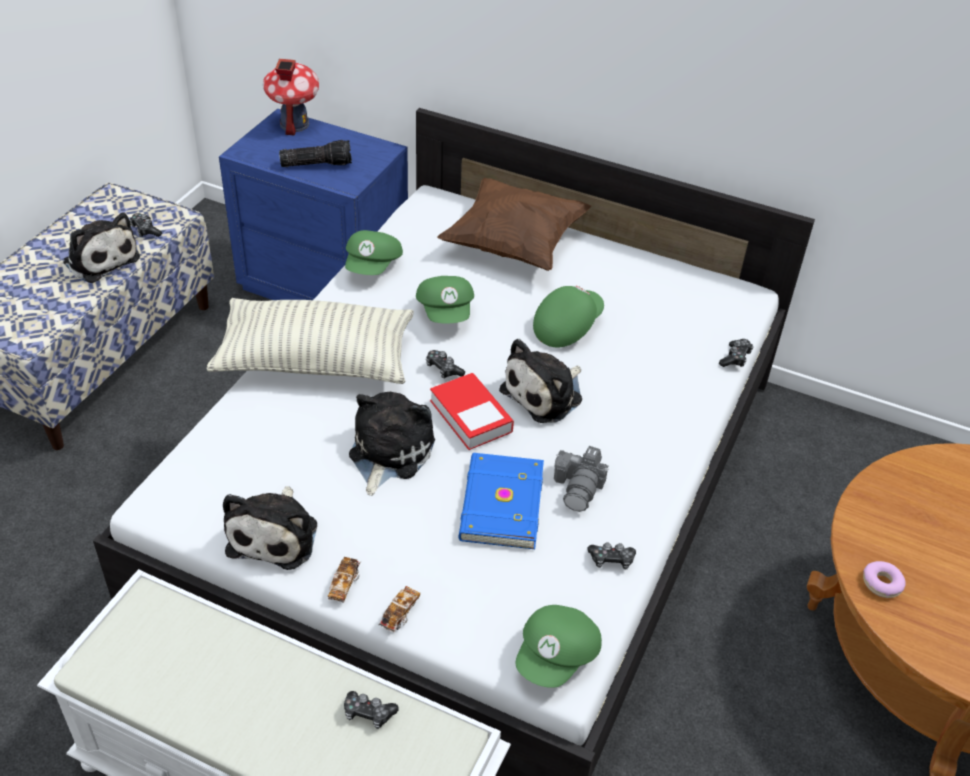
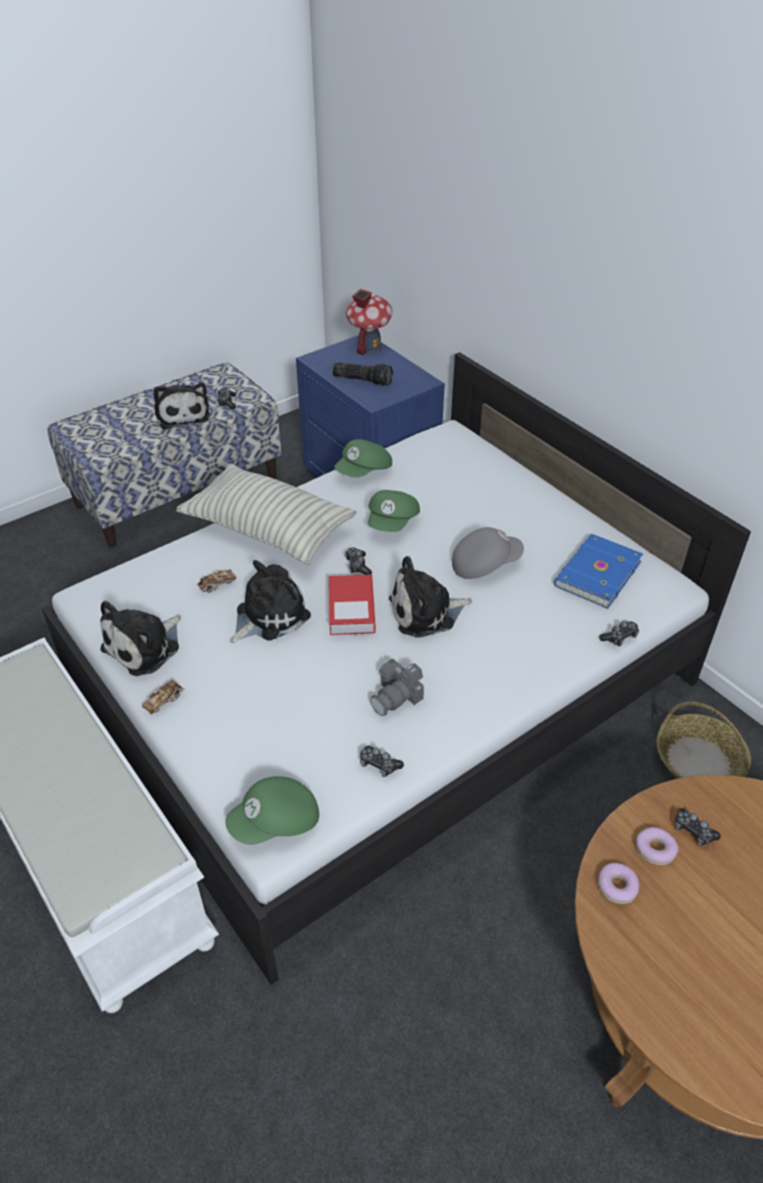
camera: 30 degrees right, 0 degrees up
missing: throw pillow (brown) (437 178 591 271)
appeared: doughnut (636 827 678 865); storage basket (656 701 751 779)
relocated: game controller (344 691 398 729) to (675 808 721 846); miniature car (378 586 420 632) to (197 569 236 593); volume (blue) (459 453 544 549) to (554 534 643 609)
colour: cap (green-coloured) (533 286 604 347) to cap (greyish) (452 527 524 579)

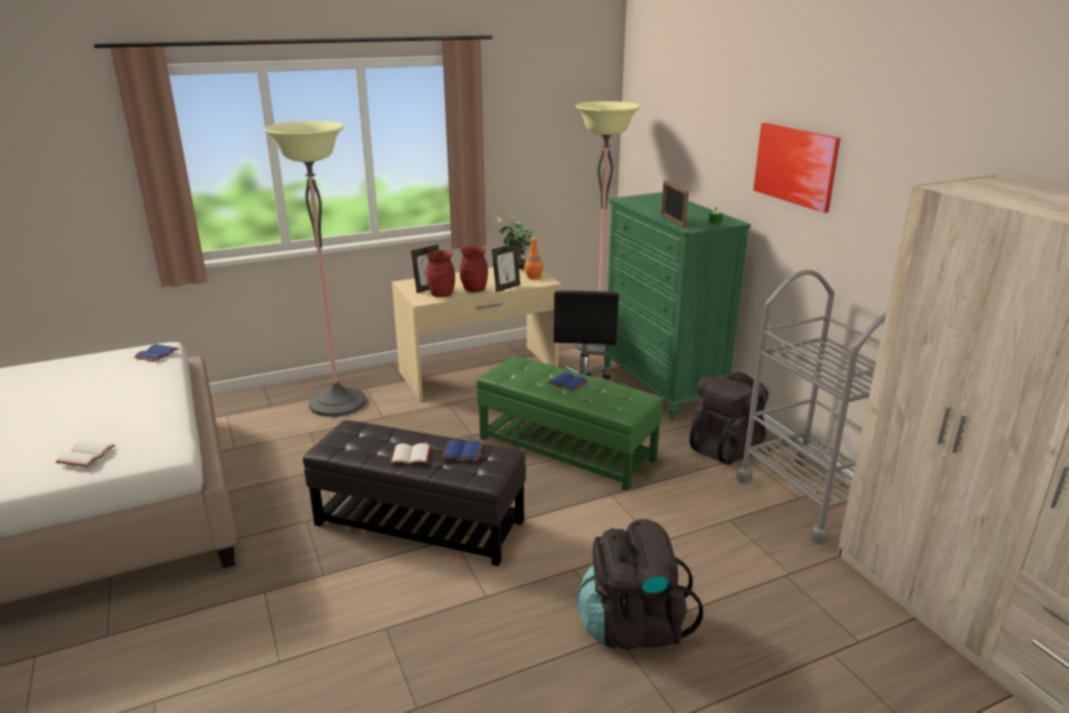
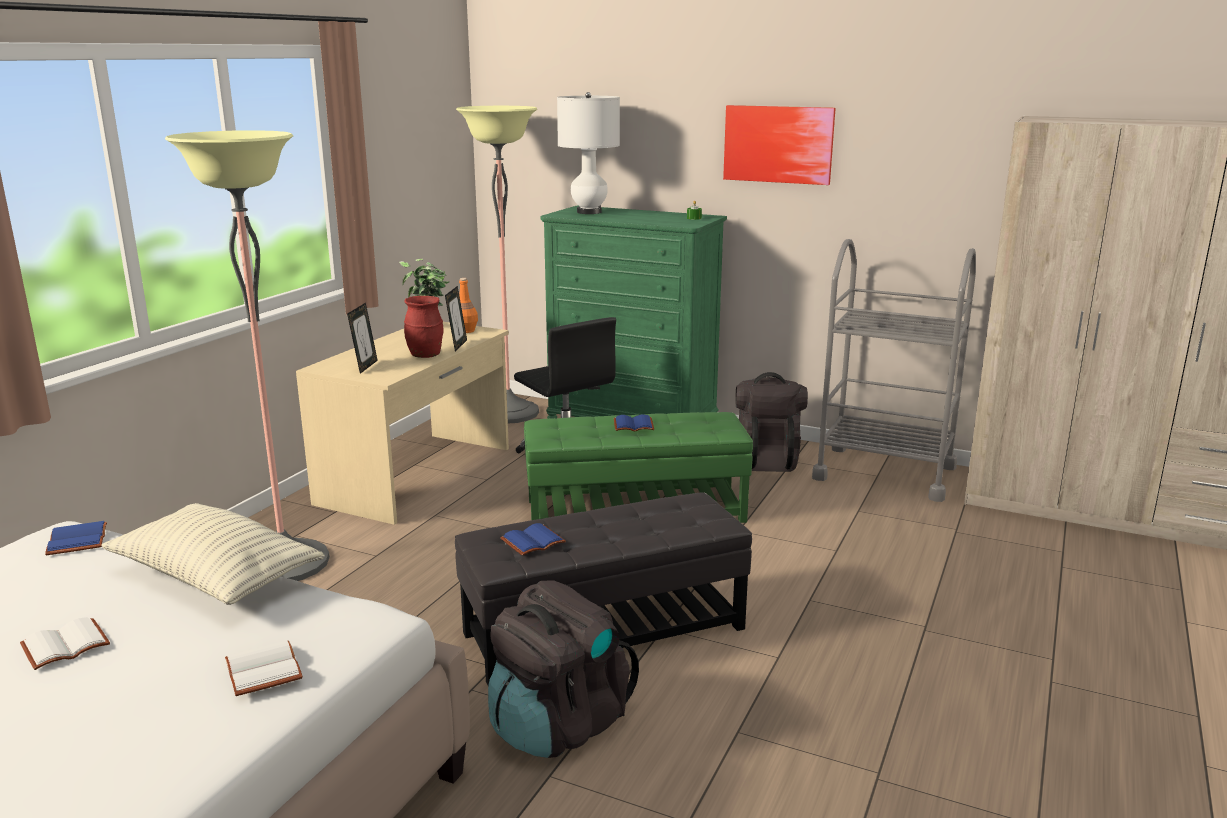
camera: 40 degrees left, 5 degrees down
missing: flower vase (reddish) (426 250 455 297); standing frame (661 180 689 228)
appeared: throw pillow (101 503 325 605); table lamp (whitish) (557 92 620 214)
relocated: volume (whitish) (390 443 431 465) to (20 617 110 670); volume (blue) (441 439 483 461) to (501 523 566 556); rucksack (black-coloured) (577 519 703 650) to (488 580 639 758)

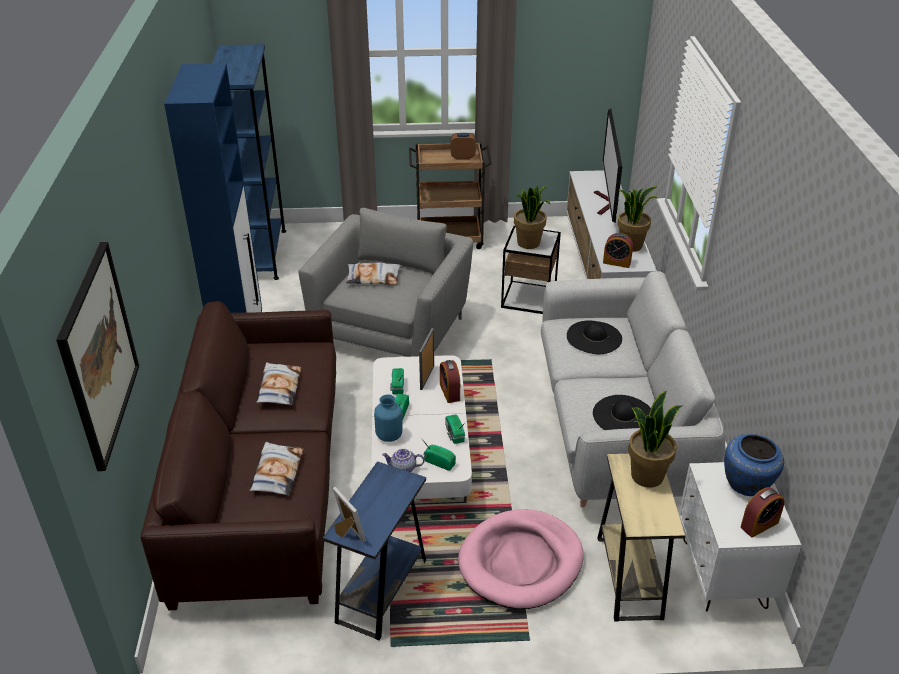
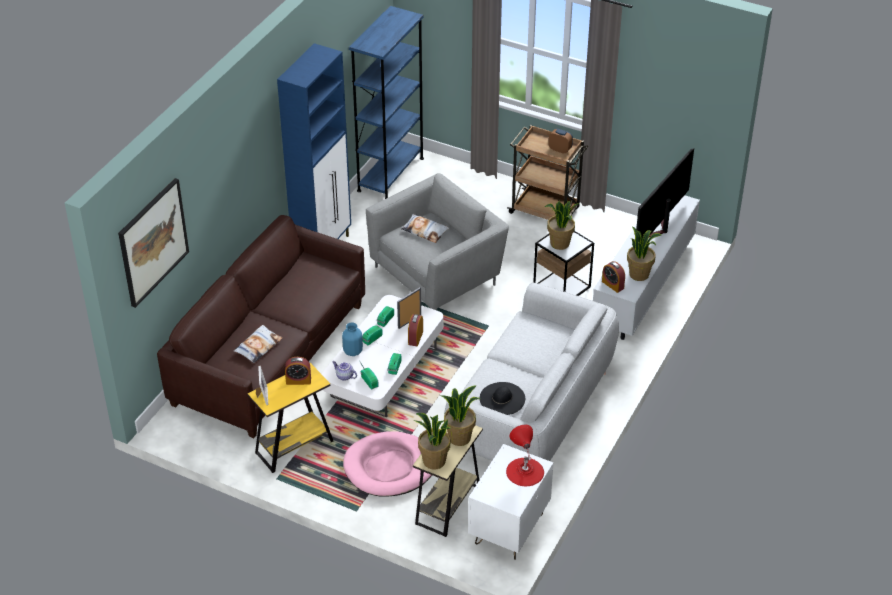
camera: 30 degrees right, 5 degrees up
missing: throw pillow (256 362 301 405); clothing hat (black-coloured) (567 321 622 354)
appeared: houseplant (414 413 451 469)
relocated: table clock (741 487 785 538) to (285 357 311 385)
exchanged: flower vase (blue) (724 434 784 496) to table lamp (reddish) (506 425 544 486)
colour: accent table (blue) (323 461 426 640) to accent table (yellow-coloured) (247 363 333 473)

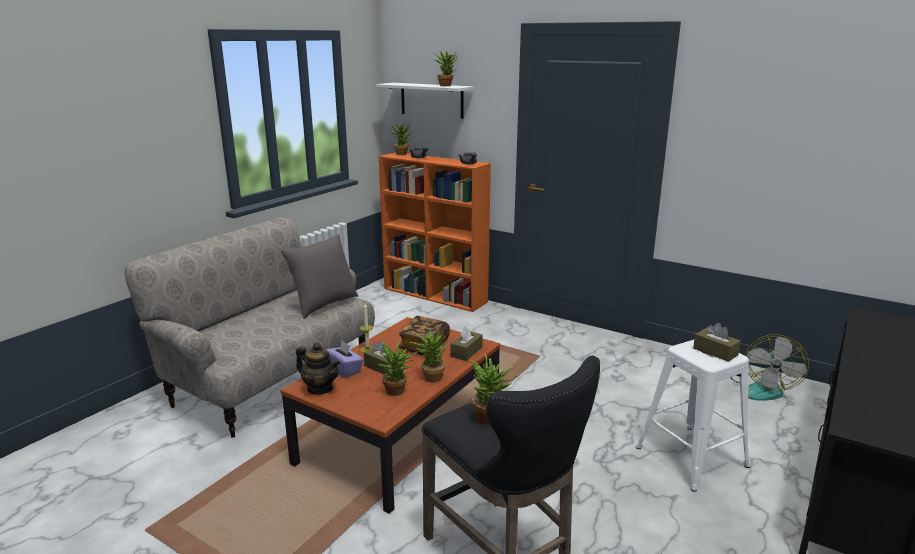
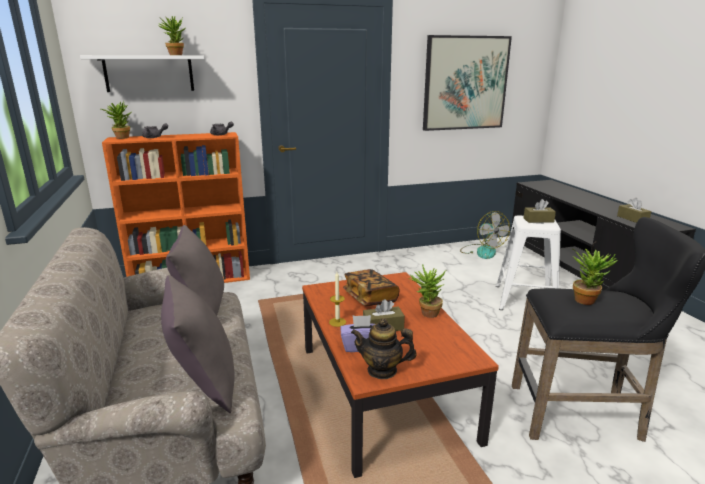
camera: 50 degrees left, 0 degrees up
missing: houseplant (377 340 417 396)
appeared: throw pillow (greyish) (161 275 234 413); wall picture (423 35 512 131)
relocated: tissue holder (brown) (450 326 483 361) to (617 198 652 223)
spun: tea pot (296 343 340 394) = (351 318 417 379) 150 degrees counterclockwise

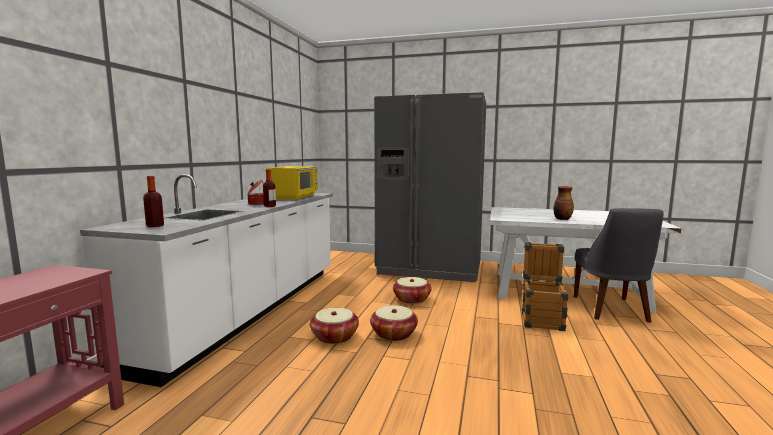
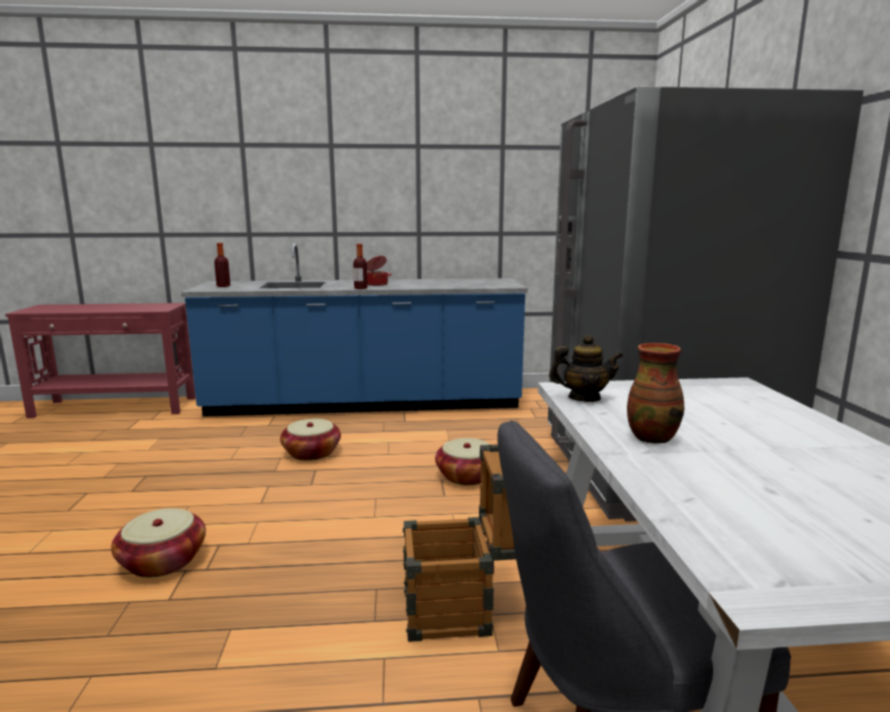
camera: 70 degrees right, 5 degrees up
missing: kitchen microwave (yellow-coloured) (266 166 318 200)
appeared: tea pot (549 335 623 402)
relocated: storage basket (370 305 418 341) to (111 508 206 578)
colour: kitchen counter (whitish) (80 174 333 387) to kitchen counter (blue) (181 243 528 417)

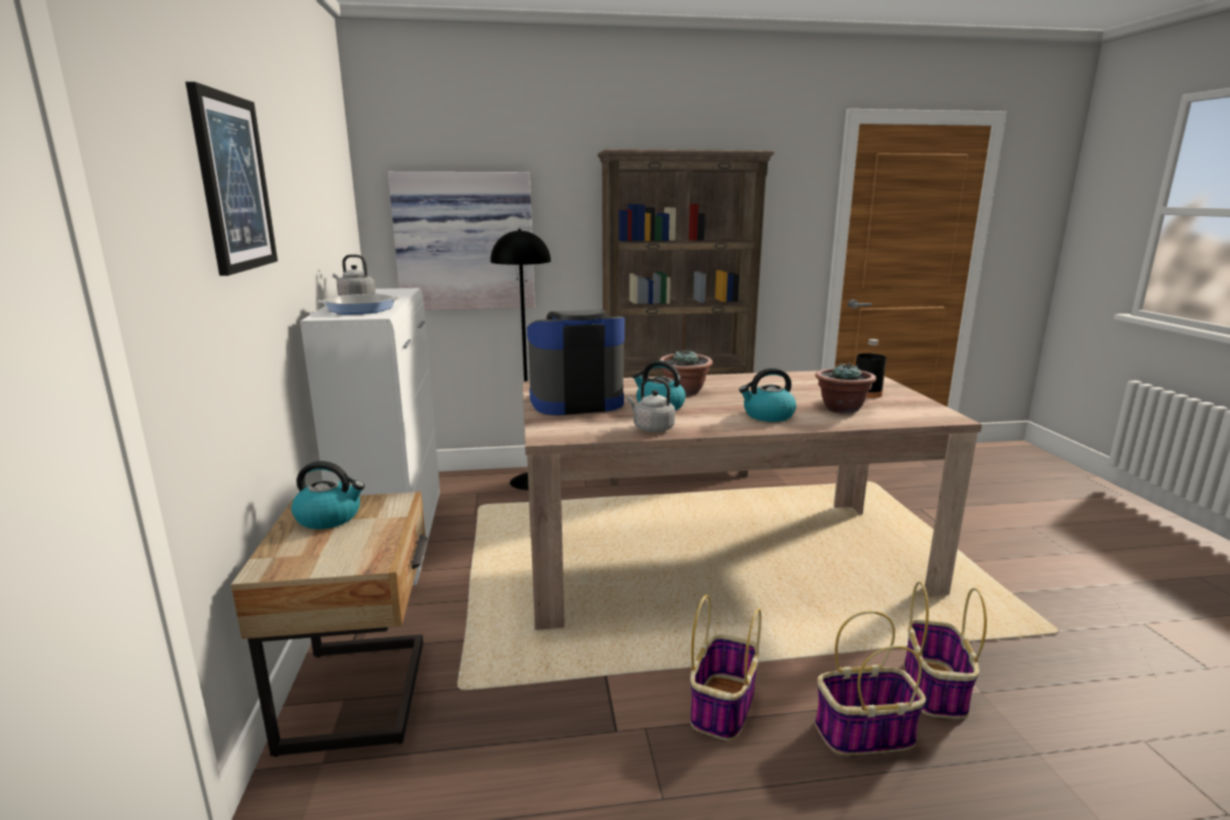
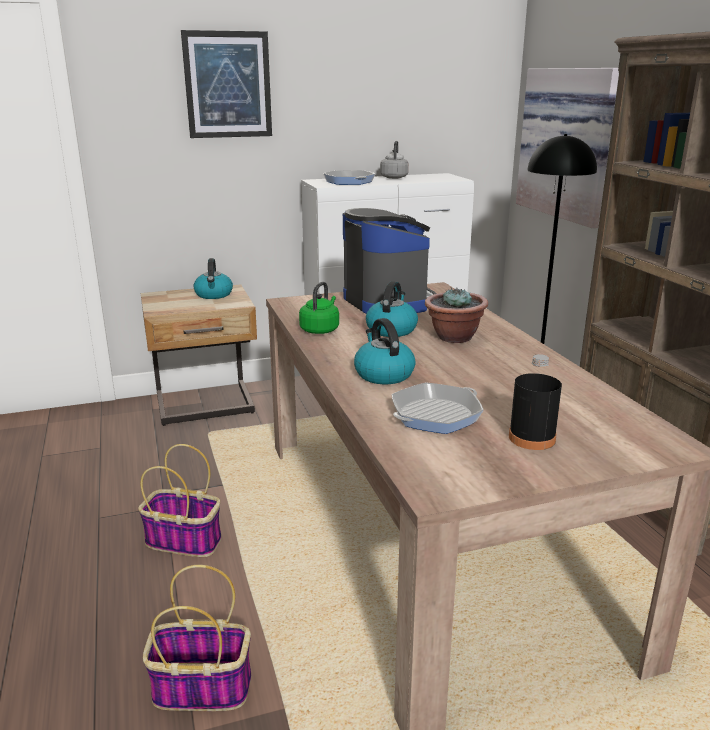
camera: 80 degrees right, 5 degrees up
missing: storage basket (815 611 926 755)
exchanged: houseplant (815 362 876 414) to skillet (392 382 484 434)
colour: tea kettle (greyish) (627 378 675 432) to tea kettle (green-coloured) (299 282 339 334)

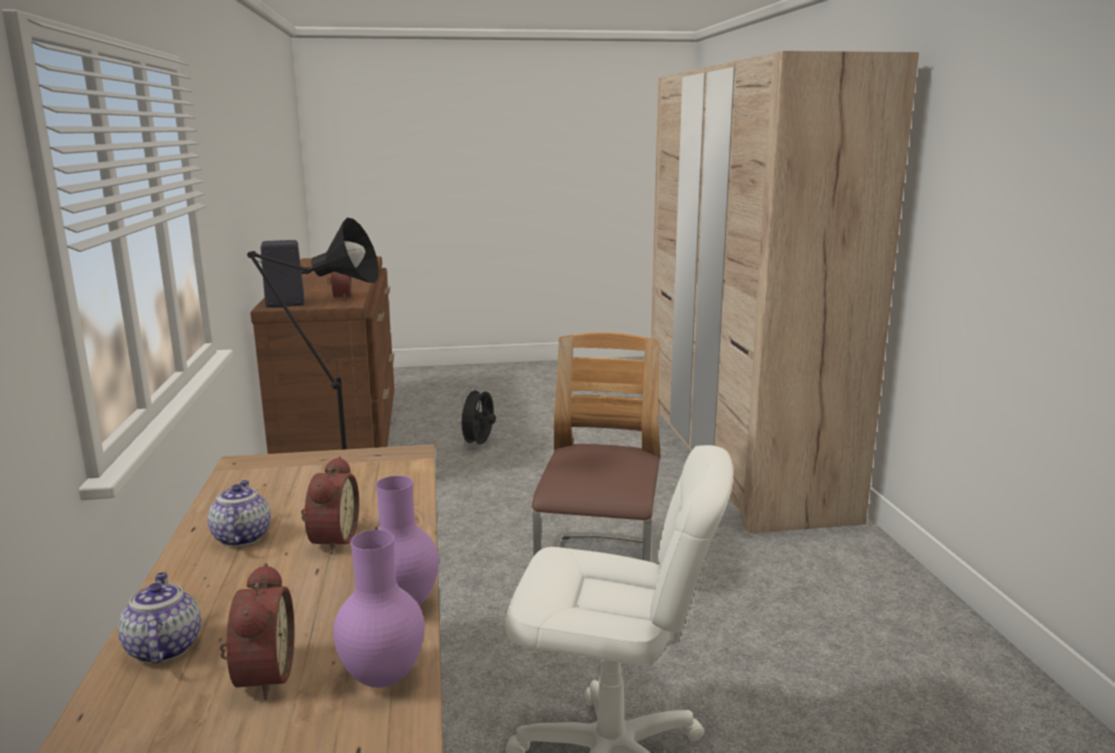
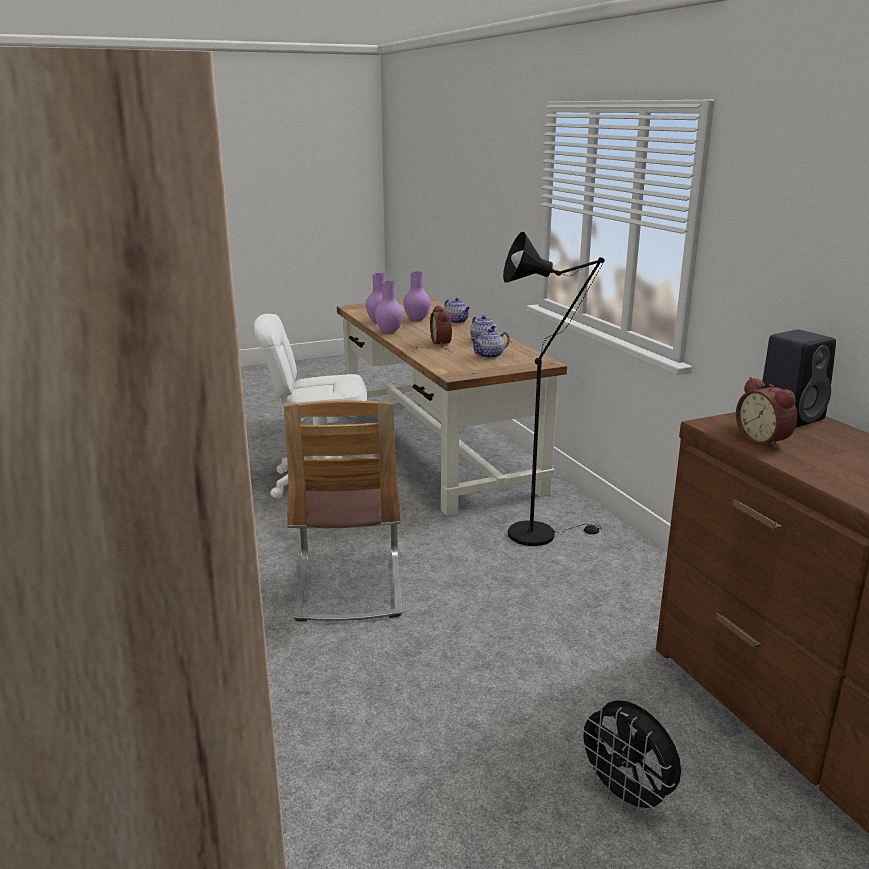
camera: 165 degrees right, 5 degrees up
appeared: tea pot (470 329 510 359)
exchanged: table clock (219 563 295 700) to flower vase (purple-coloured) (403 271 431 321)
spun: cooling fan (black-coloured) (457 387 496 447) = (575 700 681 816) 135 degrees clockwise

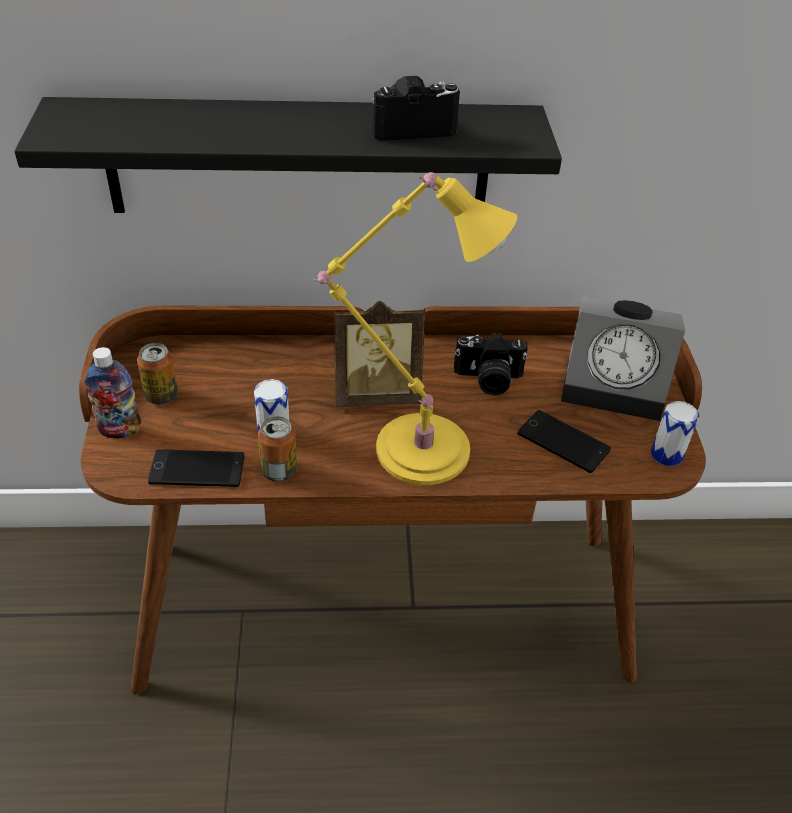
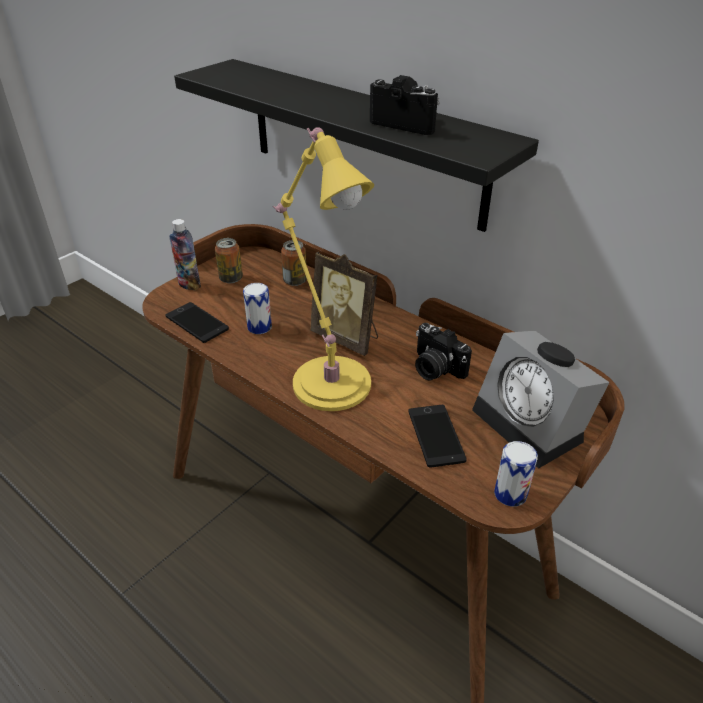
camera: 45 degrees right, 5 degrees down
relocated: can (258 416 297 482) to (281 240 307 286)

